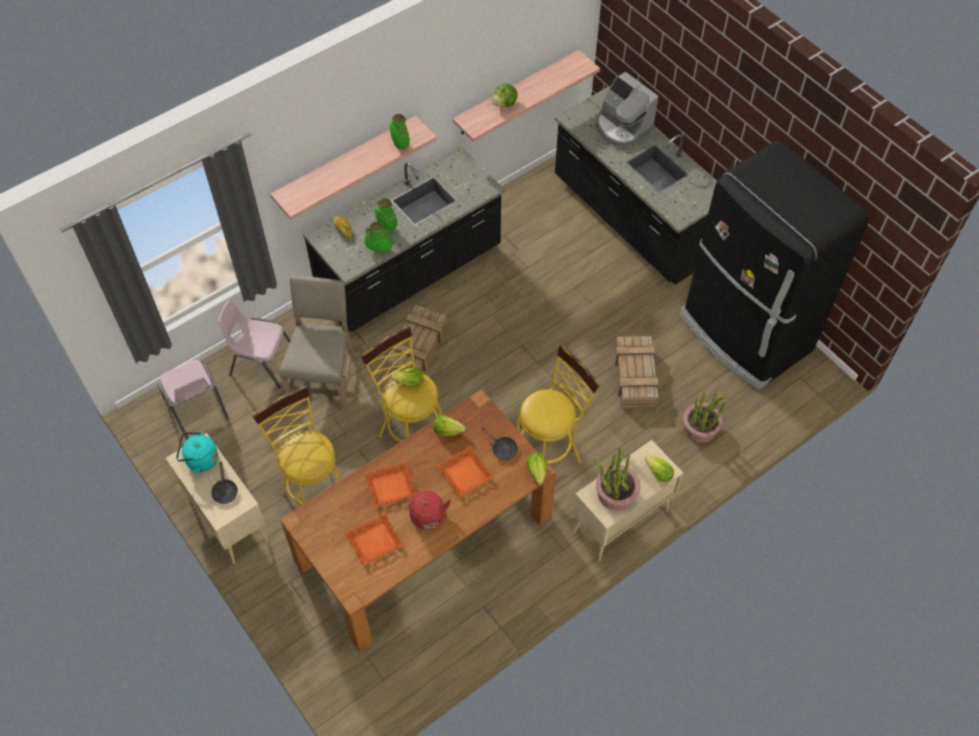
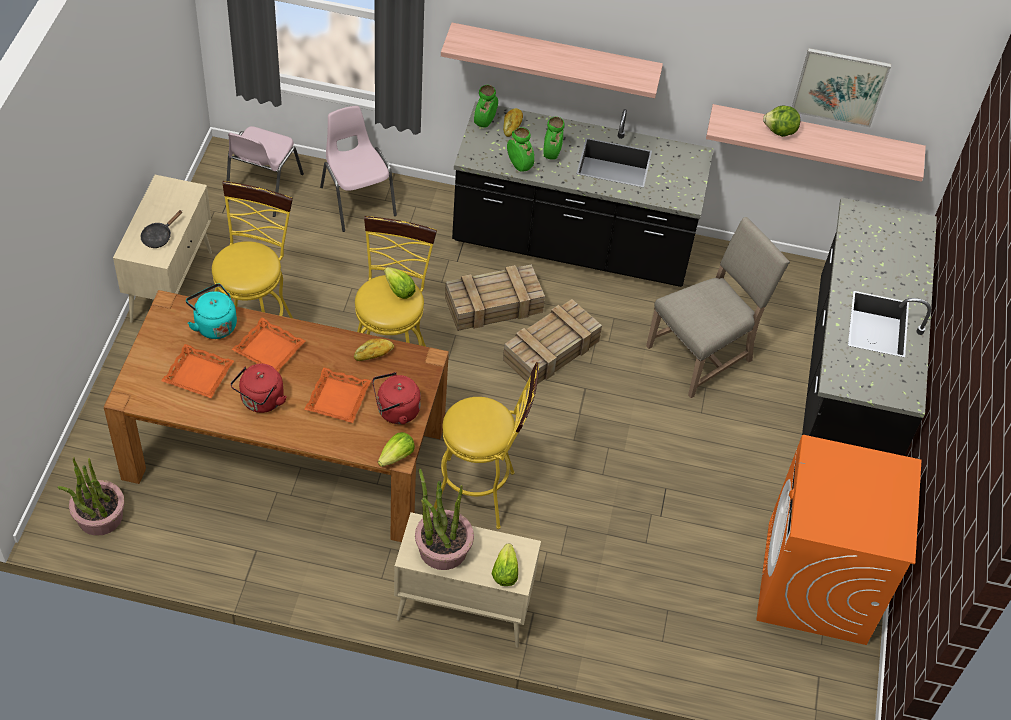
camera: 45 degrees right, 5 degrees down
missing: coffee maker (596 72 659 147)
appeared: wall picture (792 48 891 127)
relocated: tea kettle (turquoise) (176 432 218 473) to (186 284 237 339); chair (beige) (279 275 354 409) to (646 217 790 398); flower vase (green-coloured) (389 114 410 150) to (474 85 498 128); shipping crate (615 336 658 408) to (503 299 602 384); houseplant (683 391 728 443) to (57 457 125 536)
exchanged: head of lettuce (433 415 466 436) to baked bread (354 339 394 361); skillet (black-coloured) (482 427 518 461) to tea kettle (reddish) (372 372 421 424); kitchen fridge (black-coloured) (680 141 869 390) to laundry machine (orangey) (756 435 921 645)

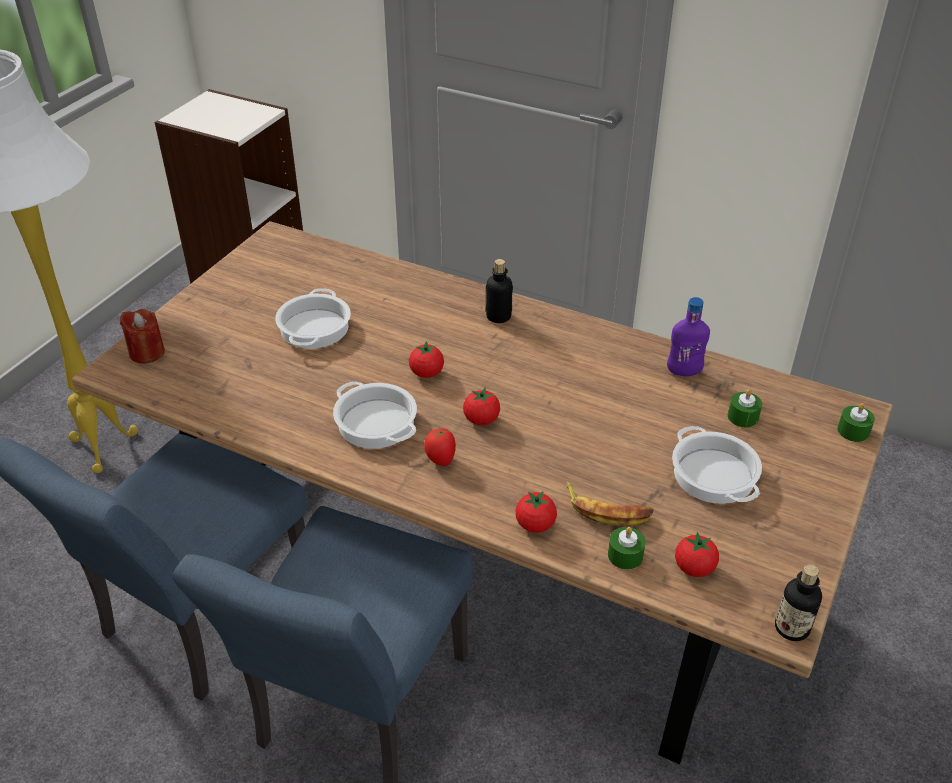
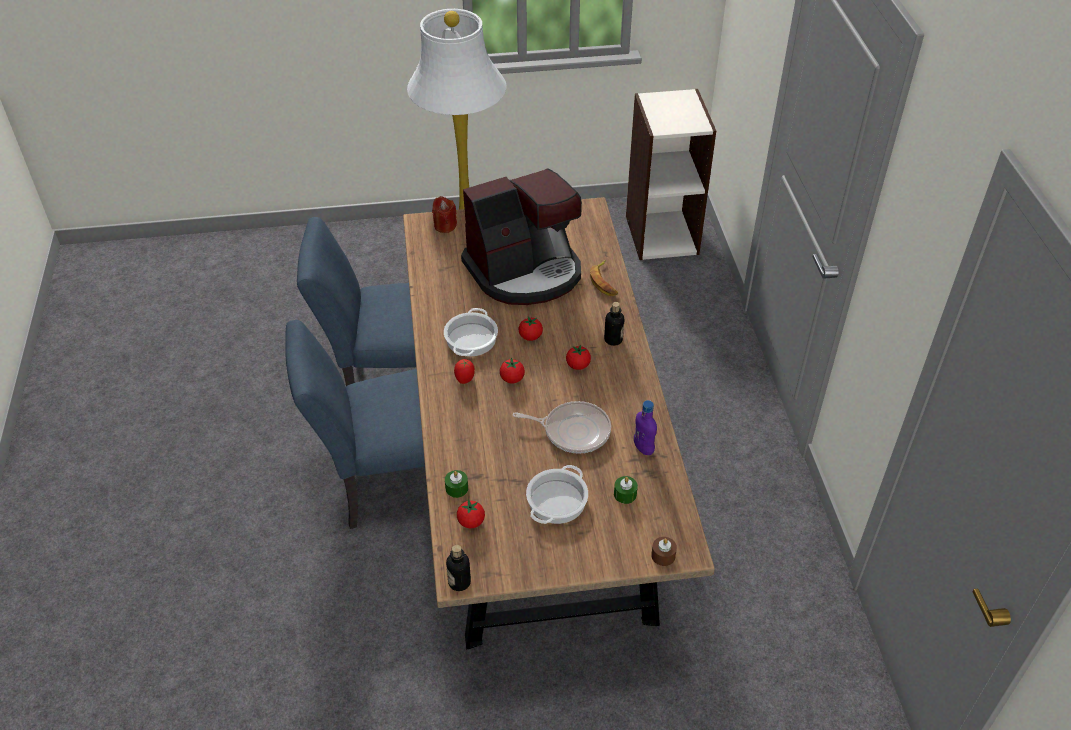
camera: 55 degrees right, 5 degrees up
appeared: skillet (512 401 611 454)
relocated: tomato (515 491 557 533) to (566 345 591 370); whole banana (566 481 654 526) to (590 260 618 296)
exchanged: saucepot (275 288 351 349) to coffee maker (461 168 582 305)
colour: wax light (green-coloured) (837 403 875 442) to wax light (brown) (651 537 677 566)

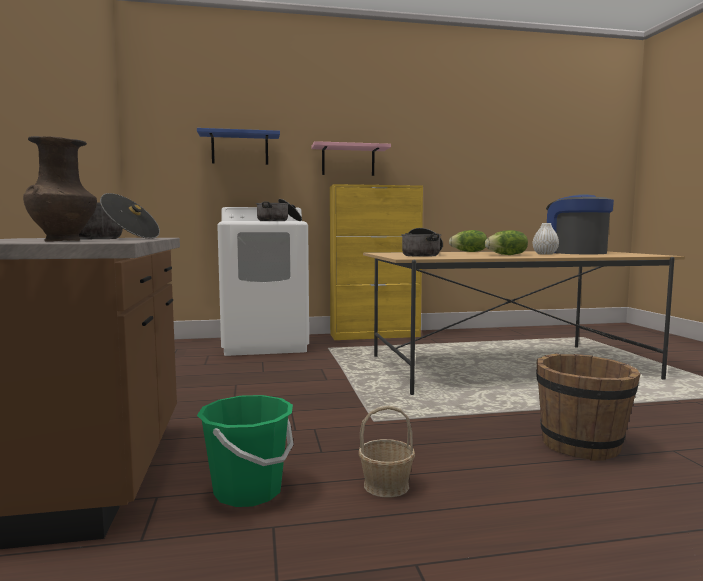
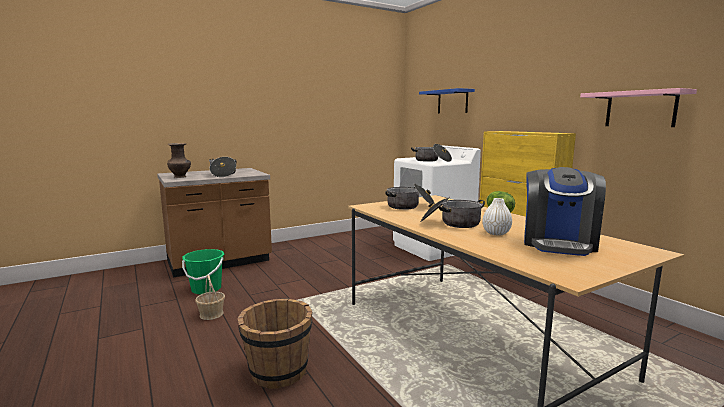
camera: 70 degrees right, 5 degrees up
relocated: wall shelf (pink) (311 141 391 176) to (580 88 697 127)
exchanged: head of lettuce (485 230 528 255) to saucepot (420 197 485 228)
spun: coffee maker (546 194 614 254) = (524 167 606 256) 150 degrees clockwise

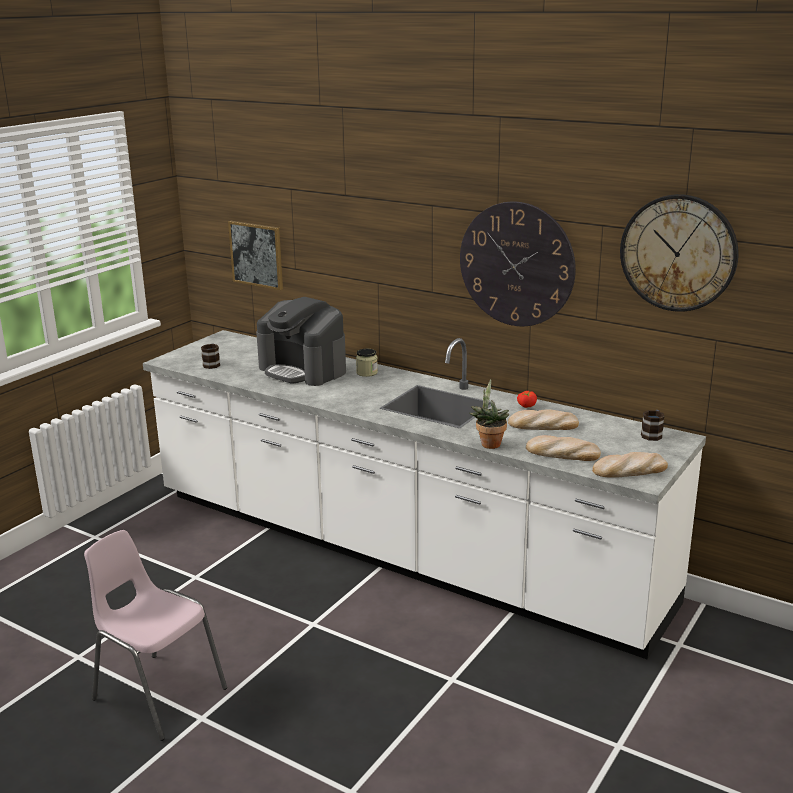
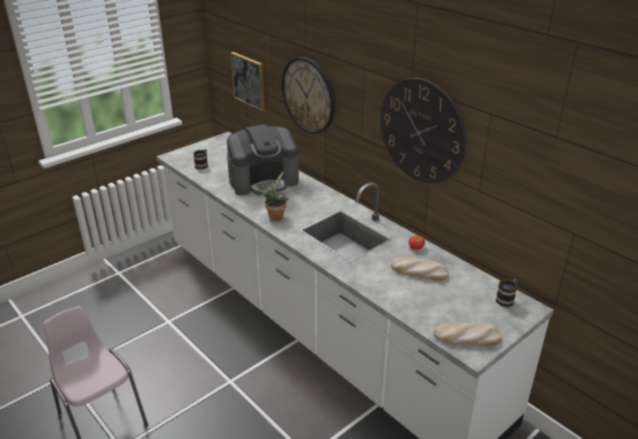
camera: 15 degrees right, 10 degrees up
missing: storage jar (356 349 378 377); baked bread (526 435 601 461)
relocated: houseplant (469 379 509 449) to (258 171 289 221); clock on the wall (620 194 738 312) to (282 57 335 134)
spun: coffee maker (256 297 346 386) = (227 125 299 195) 75 degrees counterclockwise

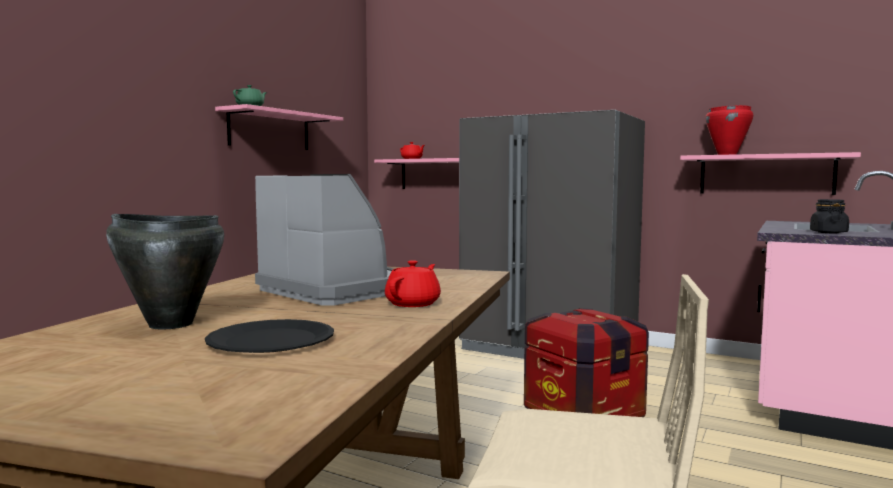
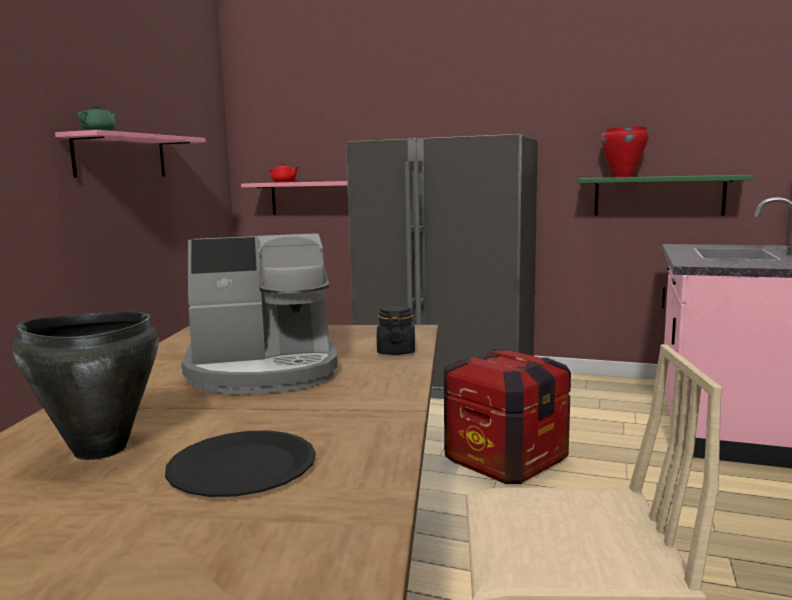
camera: 10 degrees left, 5 degrees up
missing: tea pot (reddish) (385 260 441 307)
relocated: storage jar (black-coloured) (810 199 849 233) to (377 305 415 355)
colour: wall shelf (pink) (680 152 861 195) to wall shelf (green-coloured) (578 175 753 216)
spun: coffee maker (255 174 394 306) = (181 233 337 394) 135 degrees clockwise

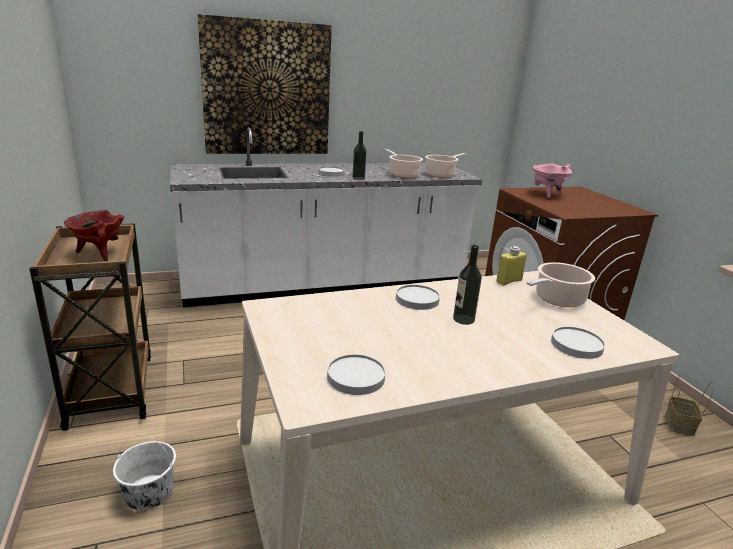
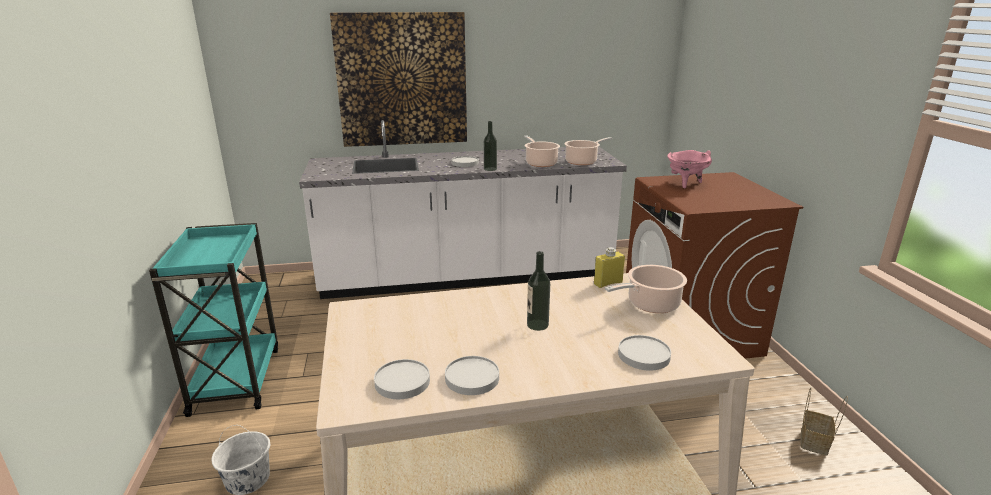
camera: 10 degrees right, 0 degrees up
missing: saucepot (reddish) (64 210 125 261)
relocated: plate (whitish) (396 285 440 310) to (445 356 499 395)
colour: trolley (brown) (29 223 151 431) to trolley (turquoise) (149 223 278 417)

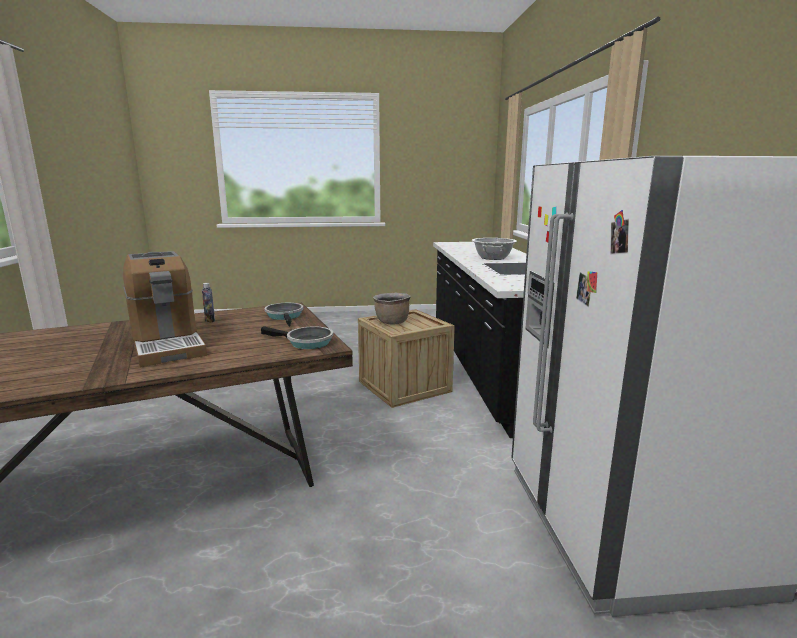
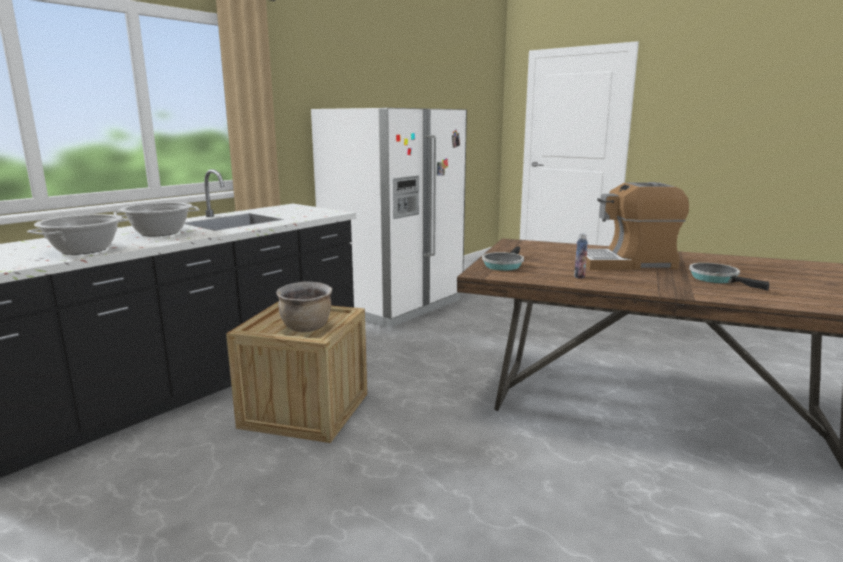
camera: 135 degrees left, 0 degrees up
appeared: saucepot (27 214 128 255)
relocated: skillet (261 326 333 349) to (689 263 769 291)
spun: coffee maker (123 251 207 367) = (575 182 689 270) 105 degrees counterclockwise

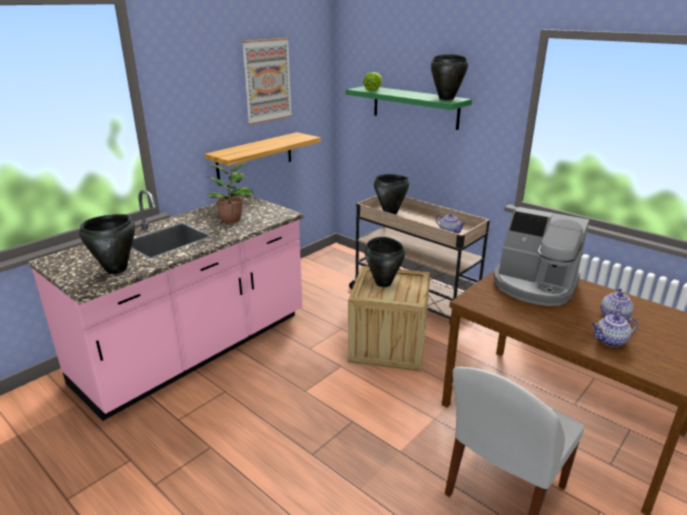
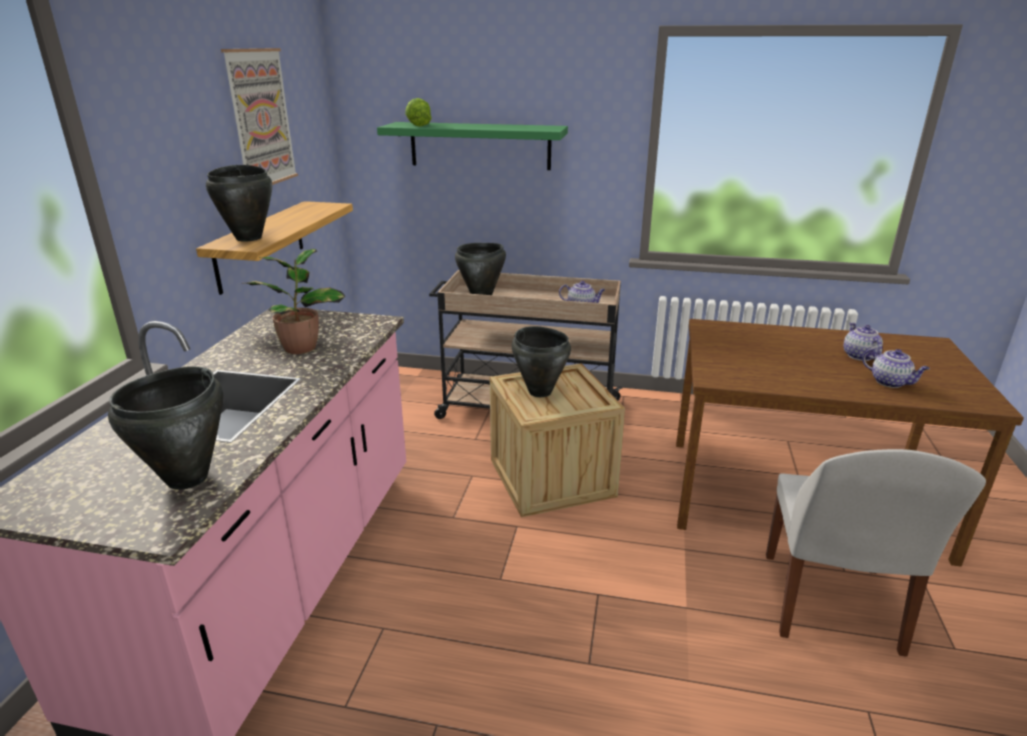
camera: 30 degrees left, 0 degrees up
missing: coffee maker (493 207 589 306)
relocated: saucepot (black-coloured) (431 54 468 100) to (206 165 272 241)
spun: tea pot (592 314 638 347) = (862 348 930 388) 90 degrees counterclockwise

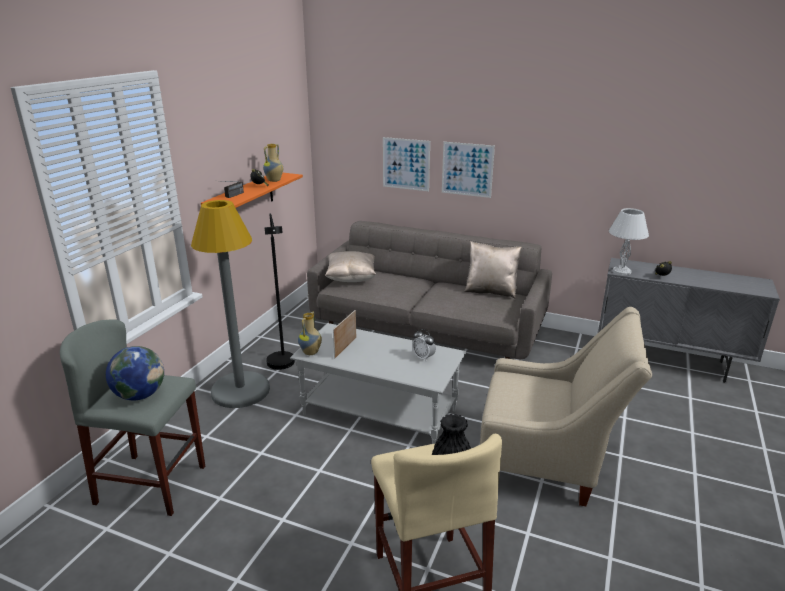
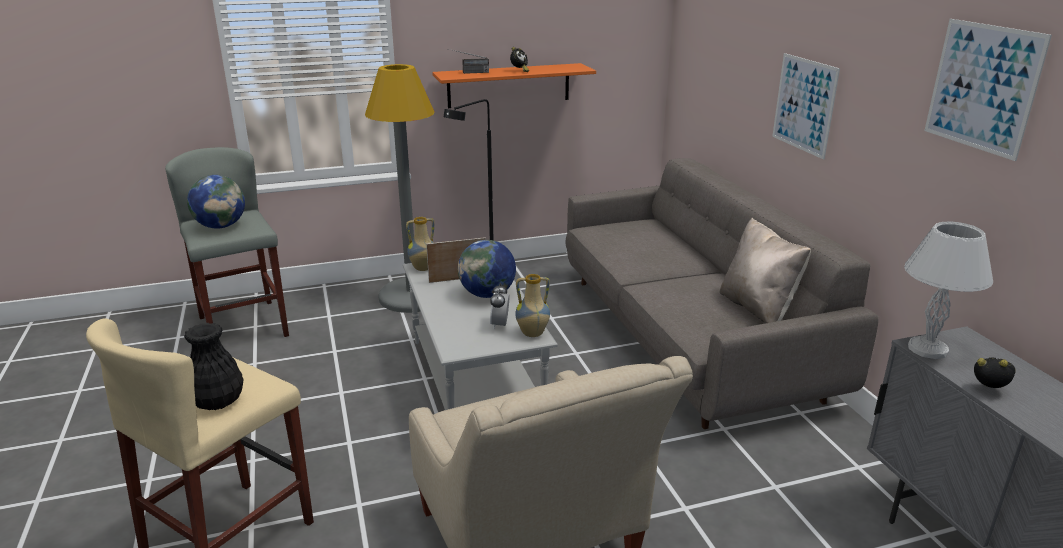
camera: 50 degrees right, 0 degrees up
missing: throw pillow (beige) (325 251 376 282)
appeared: desk globe (458 240 516 298)
relocated: flower vase (263 144 283 182) to (515 274 550 337); wall picture (383 137 430 191) to (924 19 1052 161)

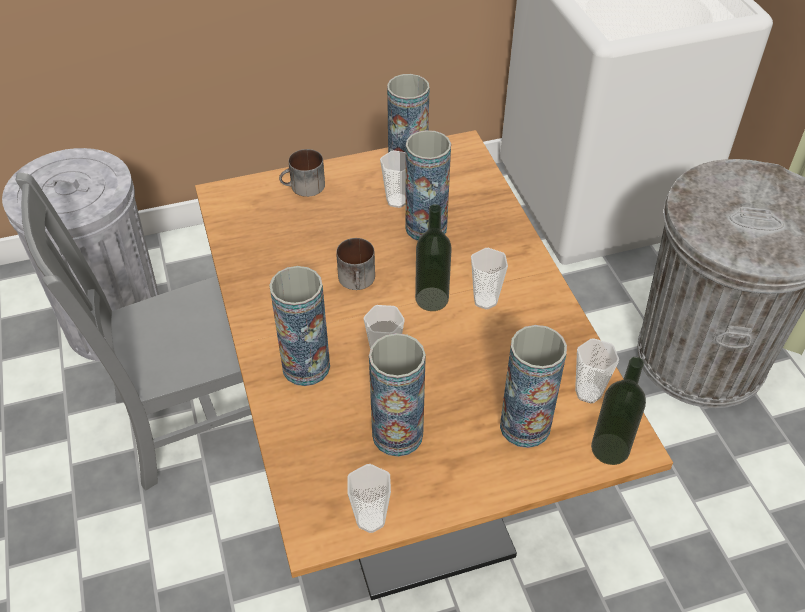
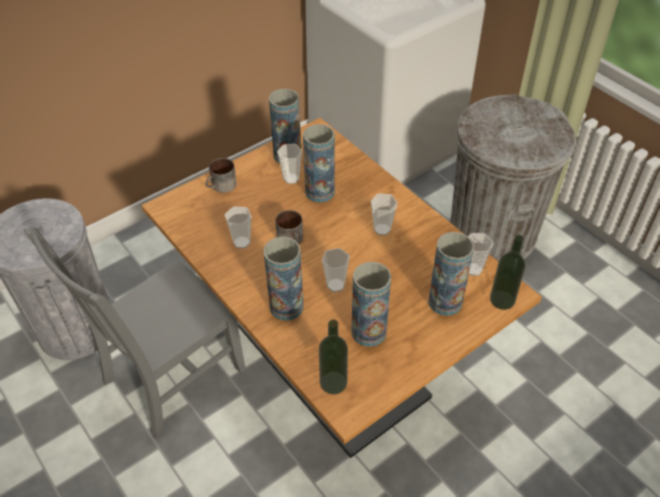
camera: 20 degrees left, 0 degrees up
relocated: drinking cup (348 464 391 533) to (225 206 251 249); drink bottle (415 204 452 311) to (319 319 348 394)

